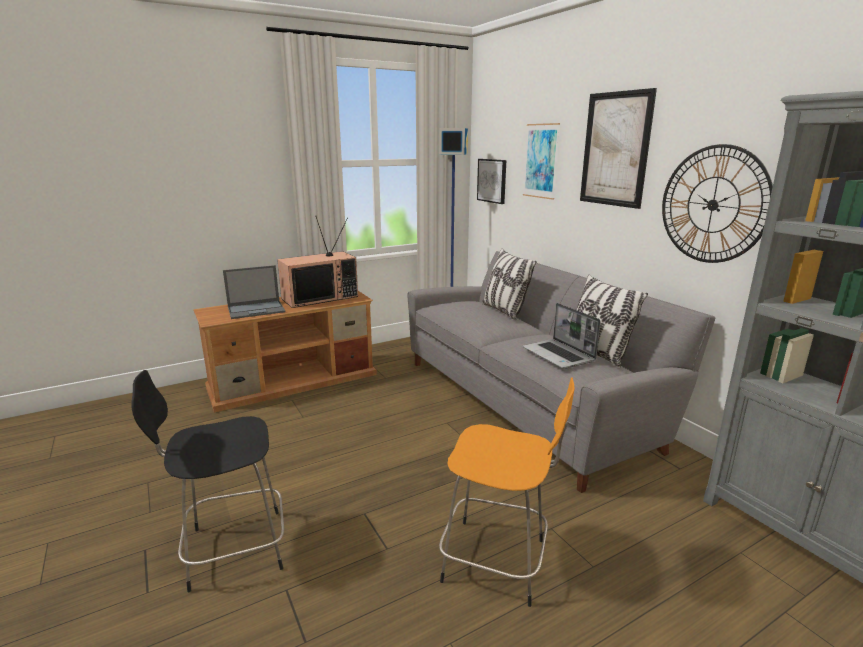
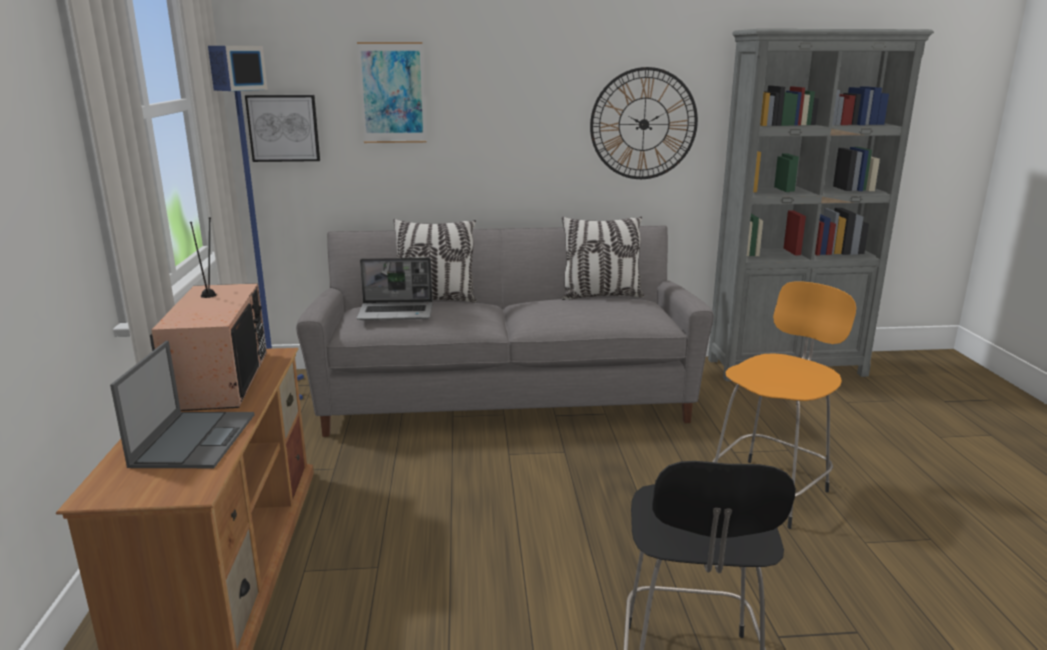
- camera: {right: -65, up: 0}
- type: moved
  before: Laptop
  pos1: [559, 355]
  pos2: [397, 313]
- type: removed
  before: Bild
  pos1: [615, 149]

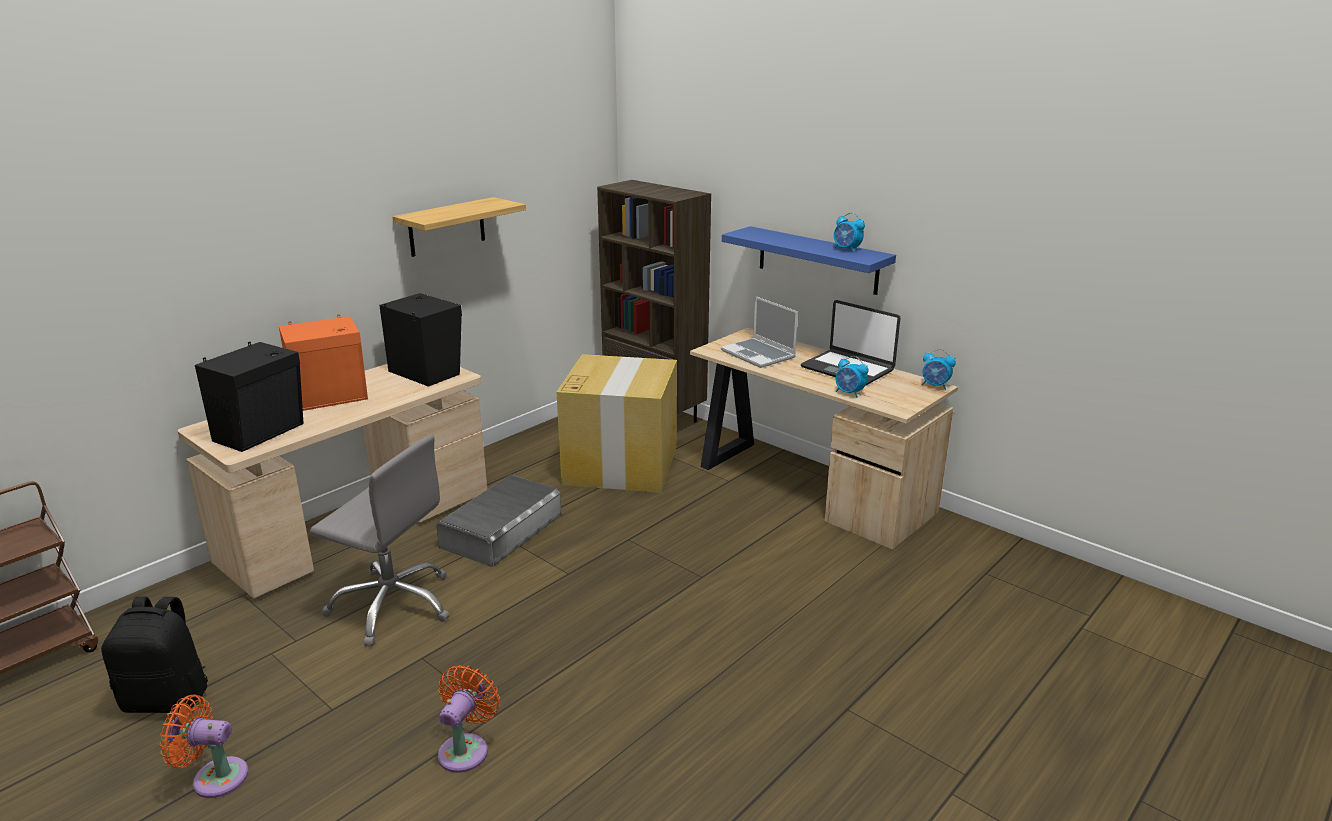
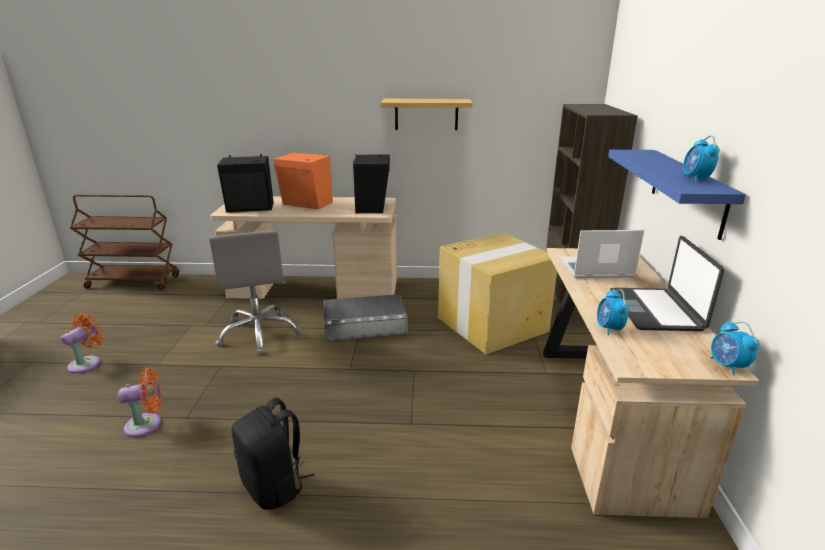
- camera: {right: 50, up: 0}
- type: moved
  before: Rucksack [schwarz]
  pos1: [168, 698]
  pos2: [274, 486]
- type: turned
  before: Ventilator [orange]
  pos1: [215, 777]
  pos2: [87, 363]
  turn: 60
- type: turned
  before: Laptop
  pos1: [759, 354]
  pos2: [595, 269]
  turn: 75

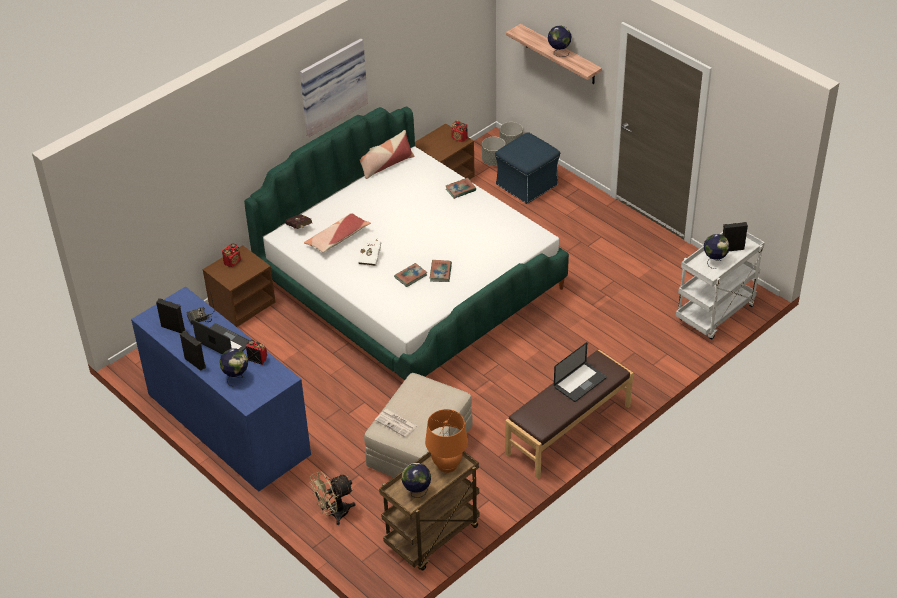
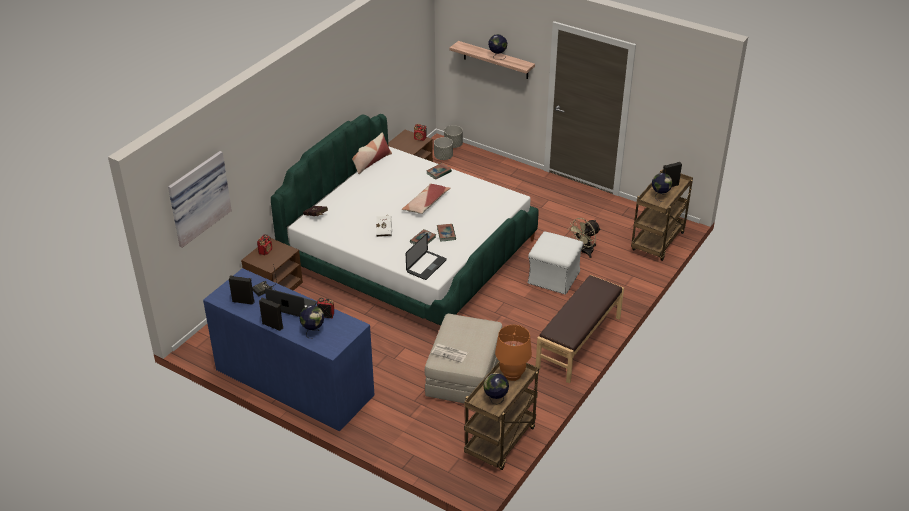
- camera: {right: -15, up: -5}
- type: moved
  before: Bild
  pos1: [331, 86]
  pos2: [197, 197]
- type: moved
  before: Kissen
  pos1: [337, 238]
  pos2: [426, 203]
- type: moved
  before: Ventilator [beige]
  pos1: [334, 513]
  pos2: [584, 252]
- type: removed
  before: Polsterhocker [blau]
  pos1: [527, 184]
- type: moved
  before: Laptop
  pos1: [580, 382]
  pos2: [426, 266]
- type: recoloured
  before: Rollwagen [weiß]
  after: Rollwagen [braun]
  pos1: [715, 315]
  pos2: [658, 243]
- type: added
  after: Polsterhocker [weiß]
  pos2: [554, 278]

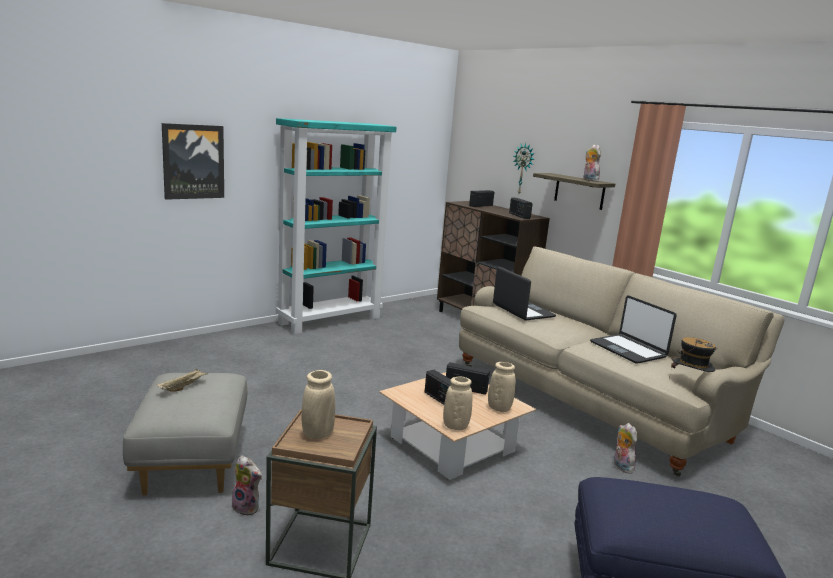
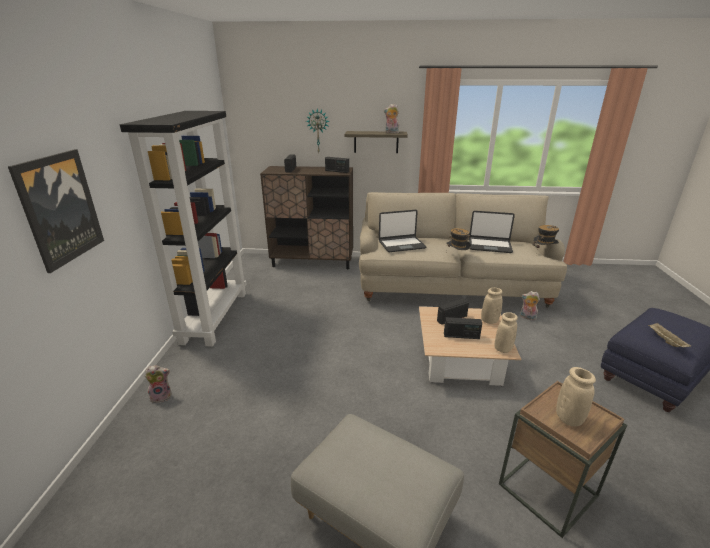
- camera: {right: -45, up: 10}
- type: moved
  before: Tablett [beige]
  pos1: [183, 387]
  pos2: [665, 340]
- type: moved
  before: Plüschtier
  pos1: [247, 507]
  pos2: [162, 396]
- type: recoloured
  before: Bücherregal [türkis]
  after: Bücherregal [schwarz]
  pos1: [330, 320]
  pos2: [214, 316]
- type: turned
  before: Laptop
  pos1: [522, 311]
  pos2: [401, 245]
  turn: 150
- type: added
  after: Hut
  pos2: [456, 256]

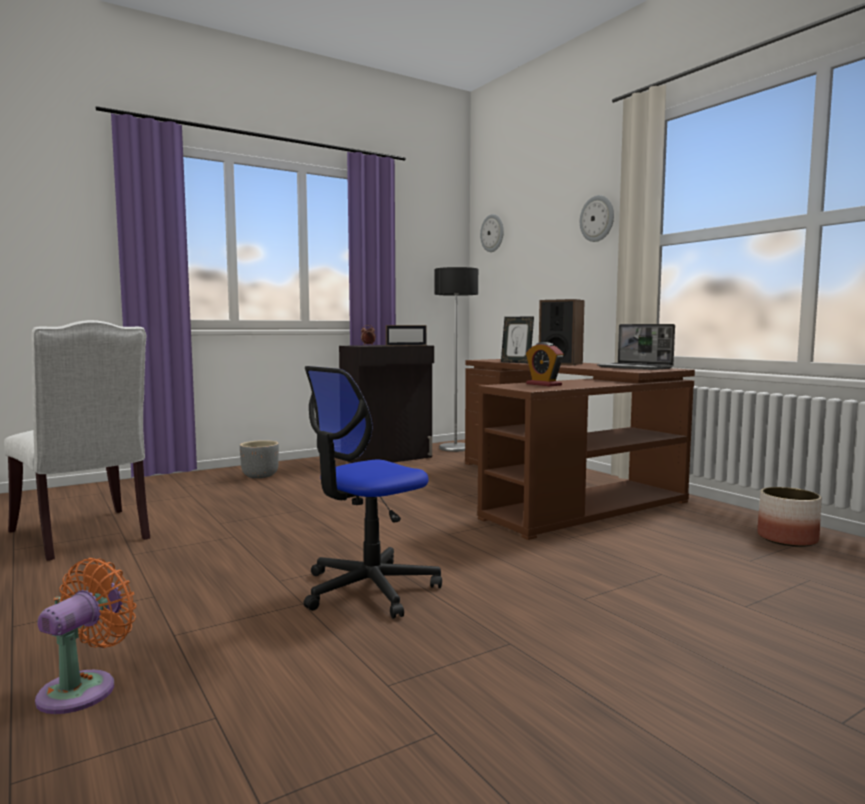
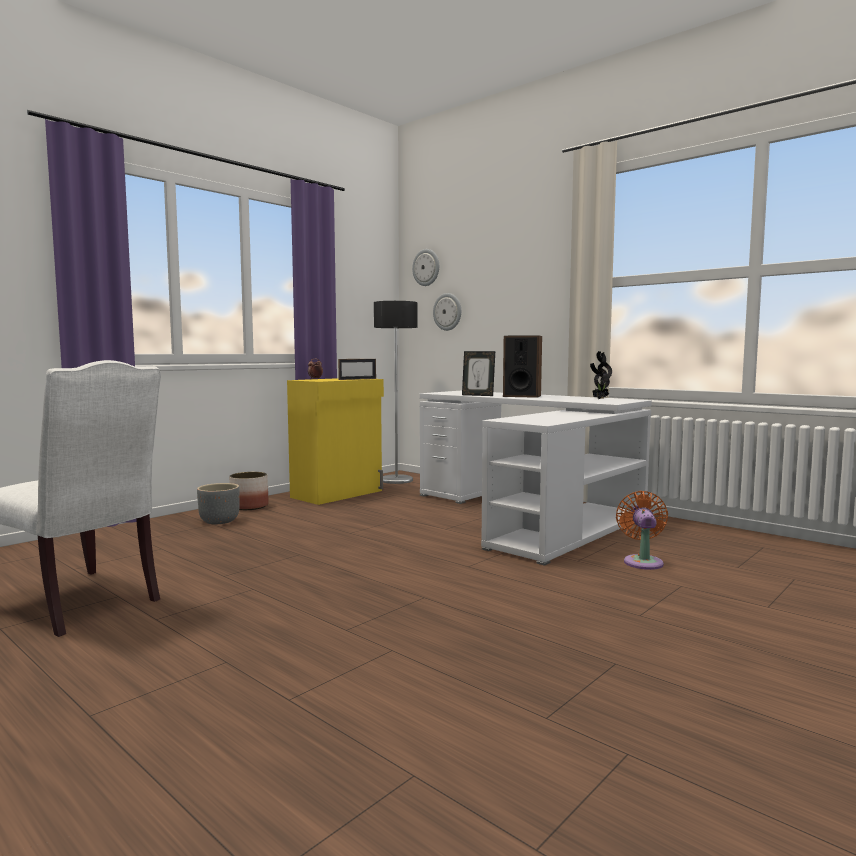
- camera: {right: -15, up: 0}
- type: moved
  before: Ventilator [orange]
  pos1: [83, 688]
  pos2: [642, 561]
- type: removed
  before: Bürostuhl
  pos1: [369, 589]
- type: recoloured
  before: Schrank [schwarz]
  after: Schrank [gelb]
  pos1: [388, 458]
  pos2: [338, 494]
- type: recoloured
  before: Schreibtisch [braun]
  after: Schreibtisch [weiß]
  pos1: [561, 490]
  pos2: [531, 515]
- type: removed
  before: Wecker
  pos1: [543, 384]
- type: moved
  before: Wanduhr
  pos1: [597, 218]
  pos2: [447, 312]
- type: replaced
  before: Laptop
  after: Topfpflanze
  pos1: [635, 368]
  pos2: [600, 399]
- type: moved
  before: Pflanzkübel
  pos1: [787, 539]
  pos2: [249, 506]

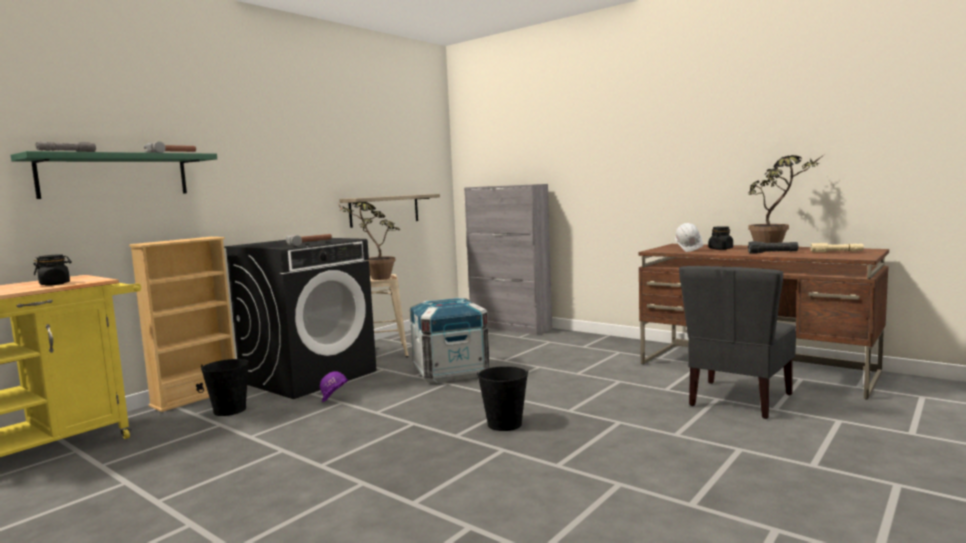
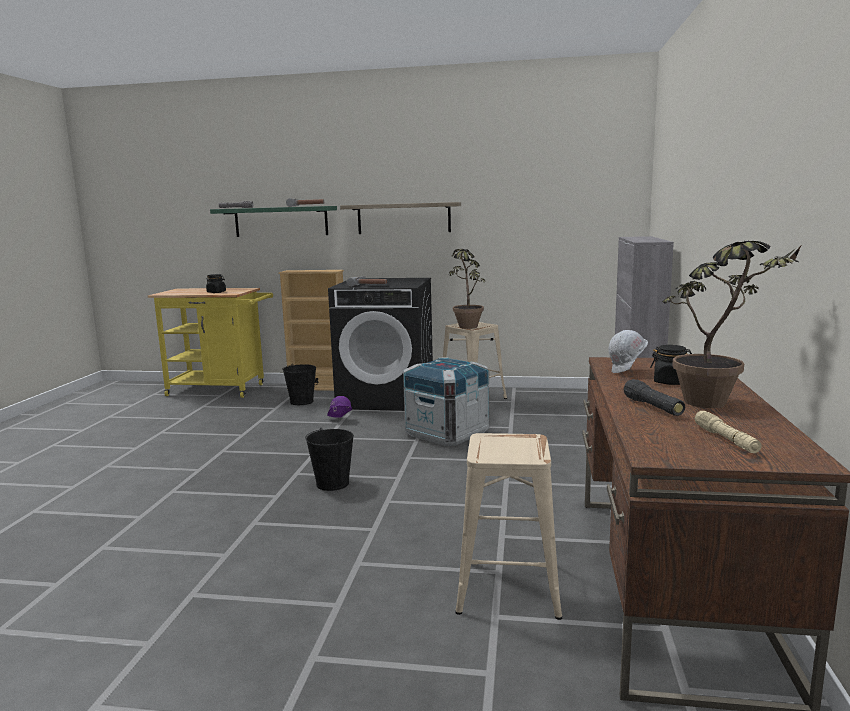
- camera: {right: 60, up: 5}
- type: moved
  before: Wandregal
  pos1: [384, 210]
  pos2: [403, 218]
- type: replaced
  before: Stuhl [grau]
  after: Hocker [beige]
  pos1: [738, 400]
  pos2: [506, 586]

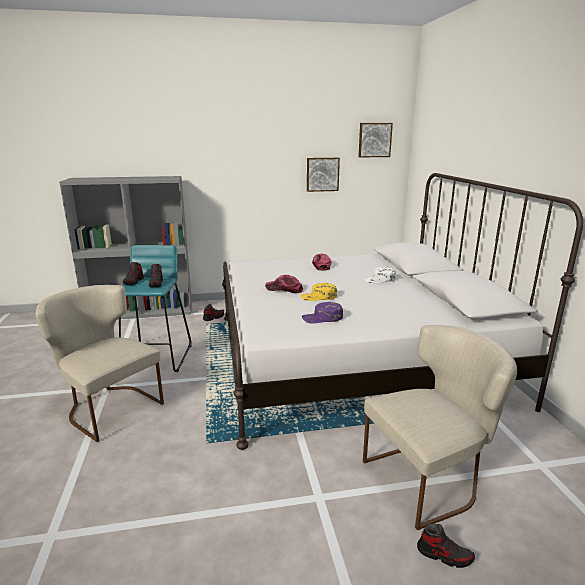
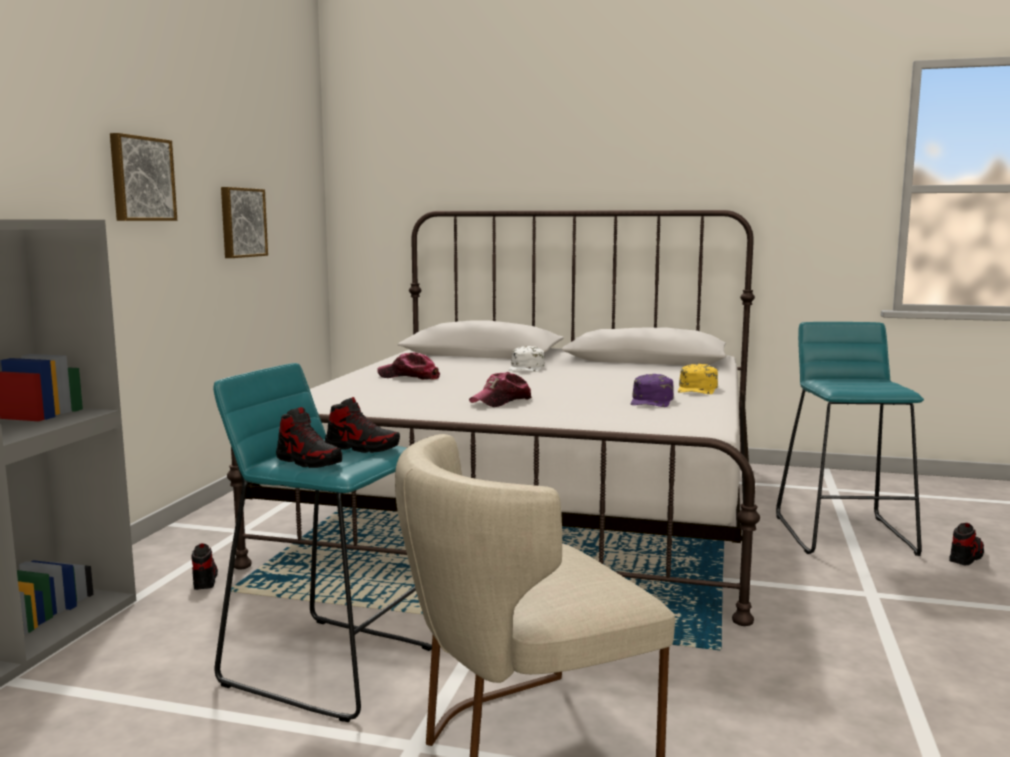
- camera: {right: -65, up: -10}
- type: moved
  before: Kappe [gelb]
  pos1: [318, 297]
  pos2: [697, 389]
- type: moved
  before: Bild
  pos1: [374, 140]
  pos2: [141, 179]
- type: replaced
  before: Stuhl [beige]
  after: Hocker [türkis]
  pos1: [429, 478]
  pos2: [845, 534]

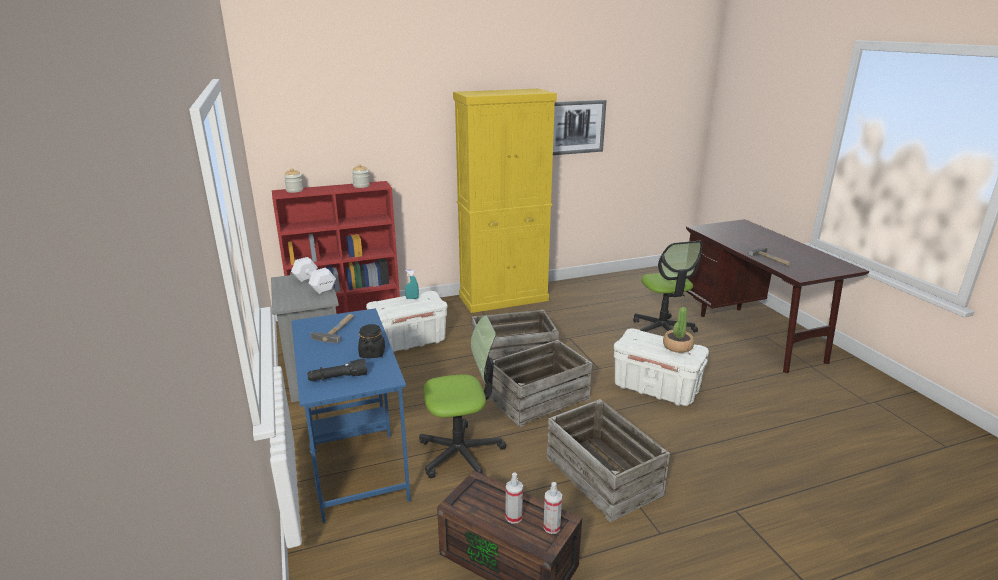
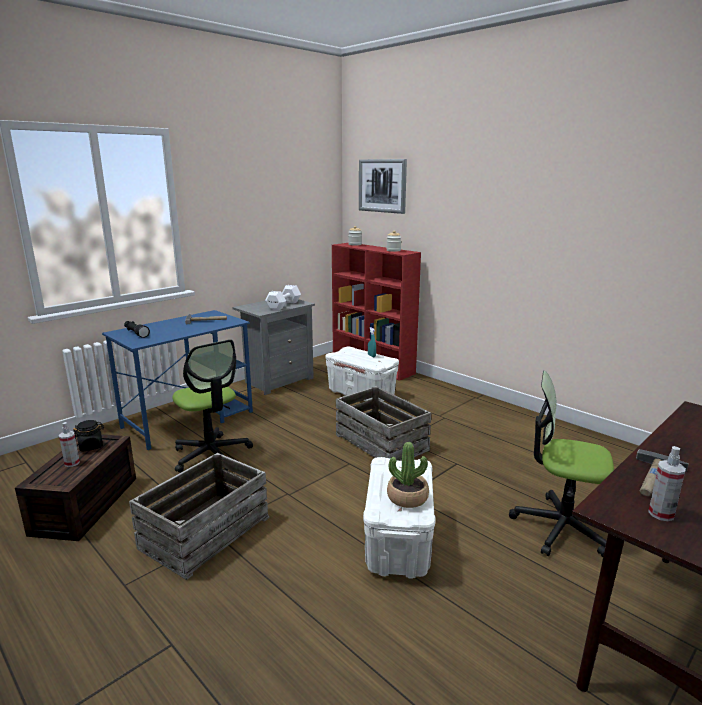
- camera: {right: 65, up: -5}
- type: moved
  before: Vorratsglas [schwarz]
  pos1: [372, 353]
  pos2: [91, 446]
- type: removed
  before: Schrank [gelb]
  pos1: [504, 298]
- type: removed
  before: Kiste
  pos1: [538, 398]
- type: moved
  before: Sprühflasche
  pos1: [551, 527]
  pos2: [661, 514]
- type: moved
  before: Bild
  pos1: [575, 127]
  pos2: [382, 185]
- type: turned
  before: Bürostuhl
  pos1: [662, 331]
  pos2: [560, 527]
  turn: 60

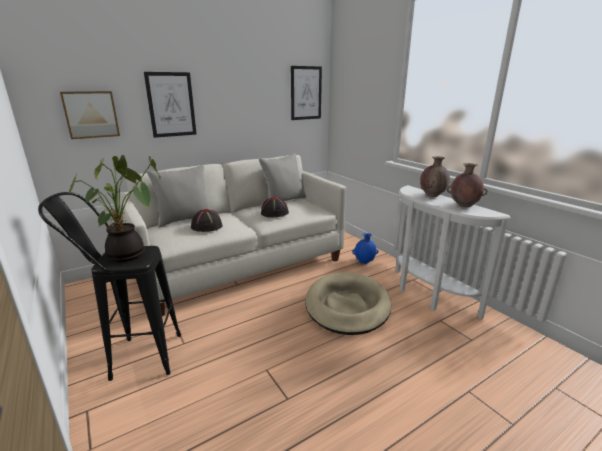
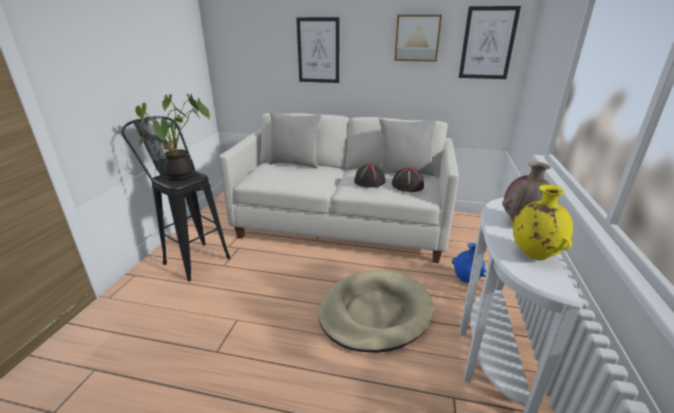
- camera: {right: 45, up: 5}
- type: moved
  before: Bild
  pos1: [91, 114]
  pos2: [417, 38]
- type: moved
  before: Hut [schwarz]
  pos1: [206, 226]
  pos2: [407, 185]
- type: recoloured
  before: Vase [braun]
  after: Vase [gelb]
  pos1: [463, 206]
  pos2: [533, 254]

